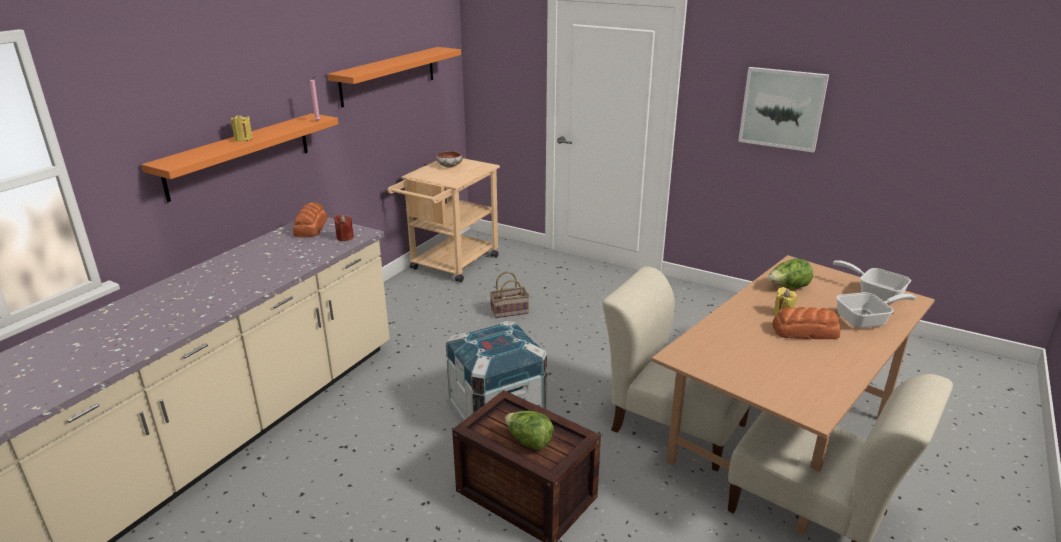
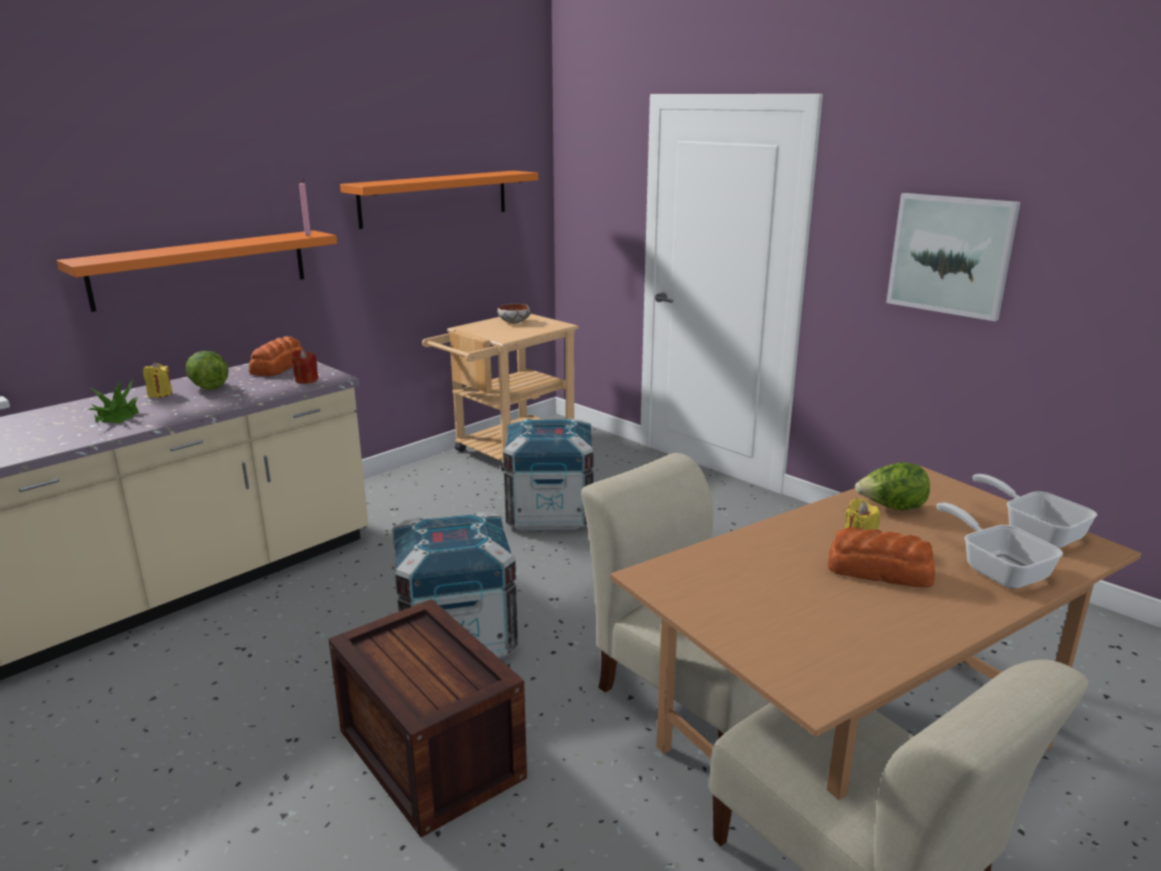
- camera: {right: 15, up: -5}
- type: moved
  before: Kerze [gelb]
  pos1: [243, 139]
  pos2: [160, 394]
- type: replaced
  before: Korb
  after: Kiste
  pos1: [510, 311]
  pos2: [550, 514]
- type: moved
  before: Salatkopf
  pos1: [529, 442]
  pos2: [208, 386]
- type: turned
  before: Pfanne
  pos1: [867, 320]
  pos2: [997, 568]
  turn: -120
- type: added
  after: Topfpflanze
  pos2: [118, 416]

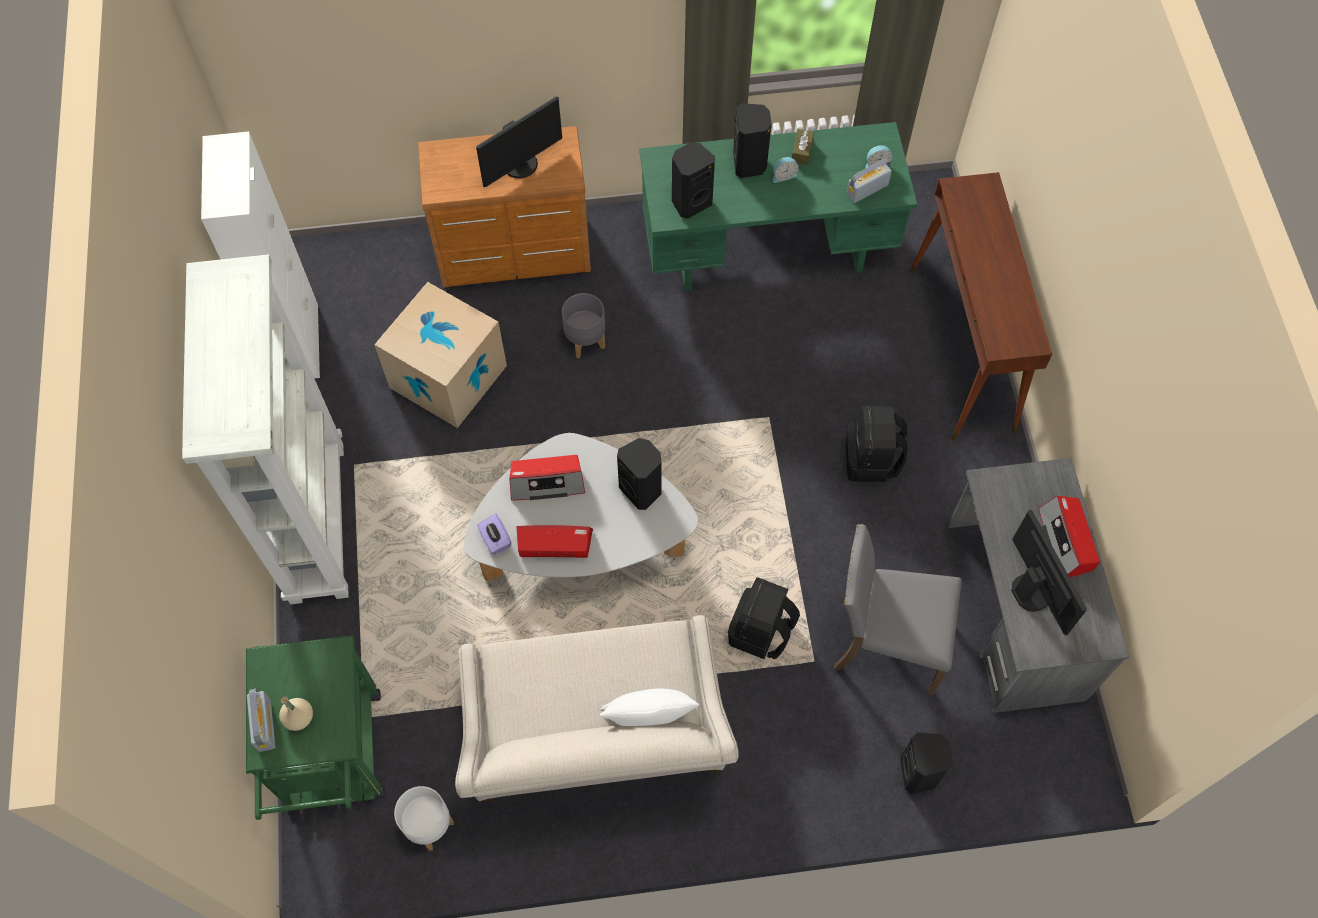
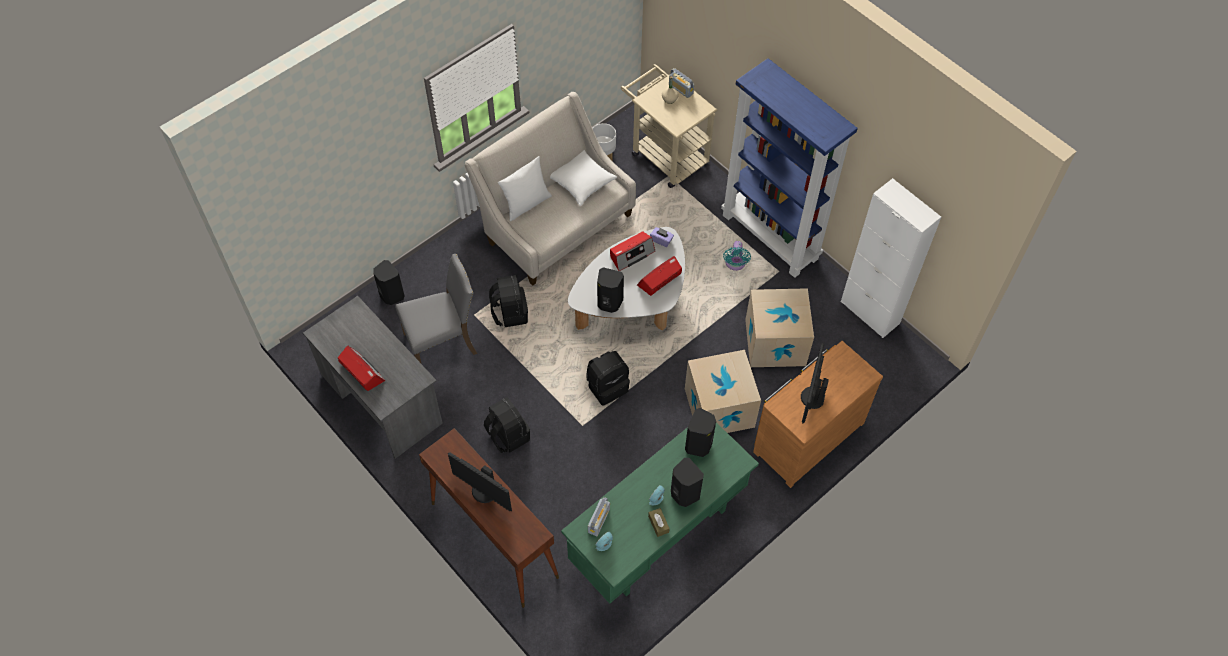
- camera: {right: 145, up: -5}
- type: recoloured
  before: Bücherregal [weiß]
  after: Bücherregal [blau]
  pos1: [315, 520]
  pos2: [771, 237]
- type: recoloured
  before: Rollwagen [grün]
  after: Rollwagen [beige]
  pos1: [335, 762]
  pos2: [665, 154]
- type: replaced
  before: Pflanzkübel [grau]
  after: Karton
  pos1: [586, 341]
  pos2: [719, 408]
- type: moved
  before: Monitor
  pos1: [1033, 591]
  pos2: [484, 492]
- type: added
  after: Kissen [weiß]
  pos2: [581, 182]
- type: added
  after: Rucksack [schwarz]
  pos2: [607, 386]
- type: added
  after: Ventilator [türkis]
  pos2: [735, 264]

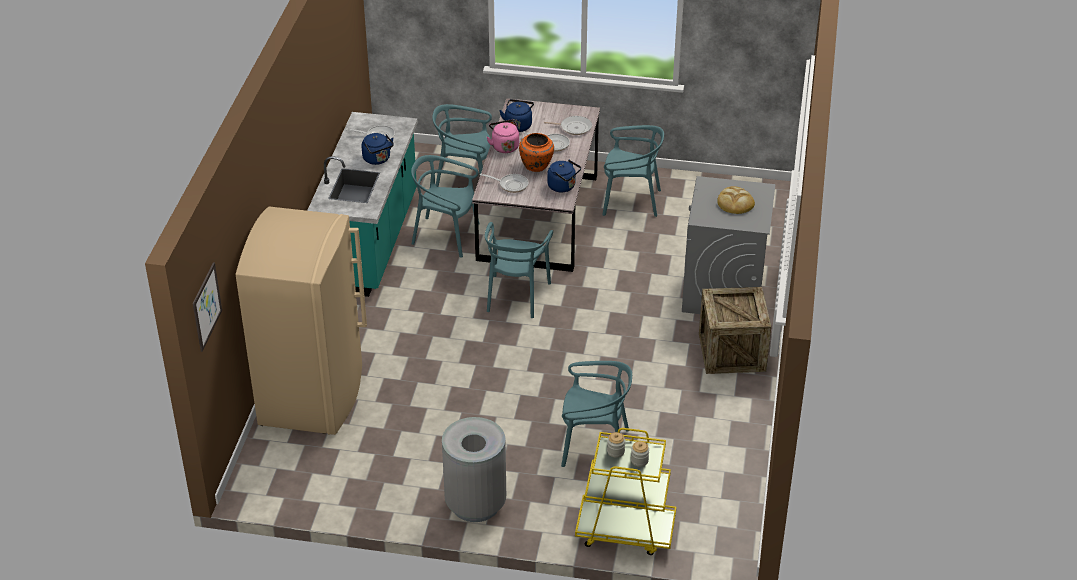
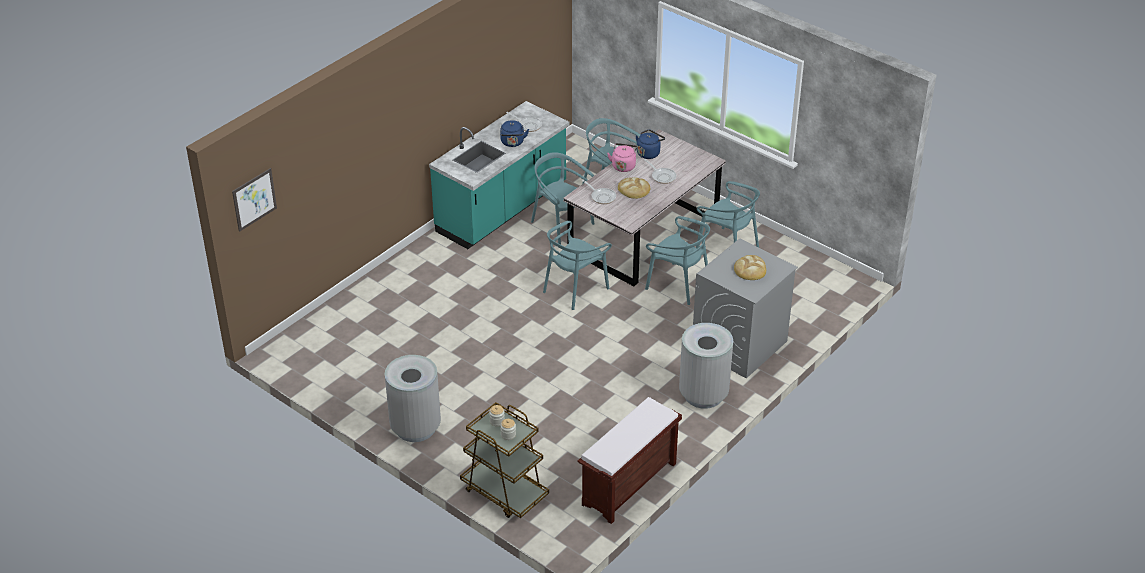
- camera: {right: 30, up: 0}
- type: removed
  before: Kühlschrank [beige]
  pos1: [313, 395]
- type: replaced
  before: Vase [orange]
  after: Brot
  pos1: [536, 166]
  pos2: [634, 189]
- type: removed
  before: Pfanne
  pos1: [574, 127]
- type: removed
  before: Wasserkessel [blau]
  pos1: [563, 187]
- type: moved
  before: Stuhl [türkis]
  pos1: [594, 445]
  pos2: [678, 285]
- type: recoloured
  before: Rollwagen [gelb]
  after: Rollwagen [braun]
  pos1: [625, 531]
  pos2: [504, 492]
- type: replaced
  before: Kiste
  after: Mülleimer [grau]
  pos1: [732, 352]
  pos2: [703, 394]
- type: added
  after: Bank [braun]
  pos2: [629, 485]

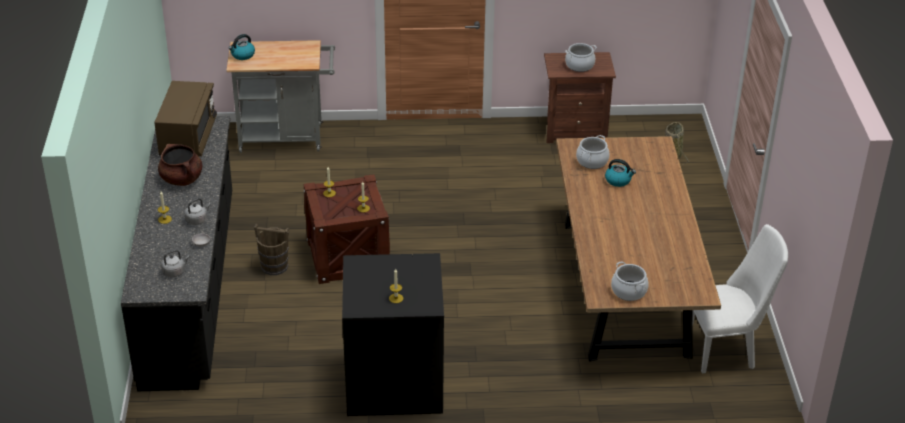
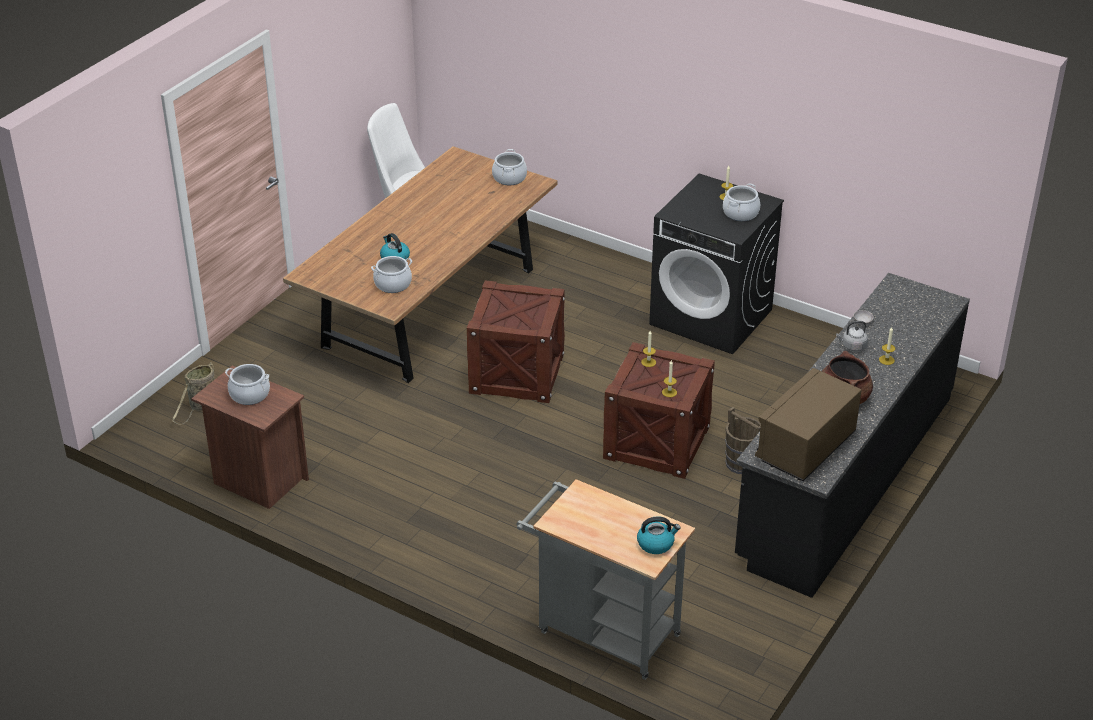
- camera: {right: -145, up: 0}
- type: removed
  before: Wasserkessel [grau]
  pos1: [175, 272]
- type: added
  after: Kiste
  pos2: [517, 373]
- type: added
  after: Kochtopf
  pos2: [741, 213]

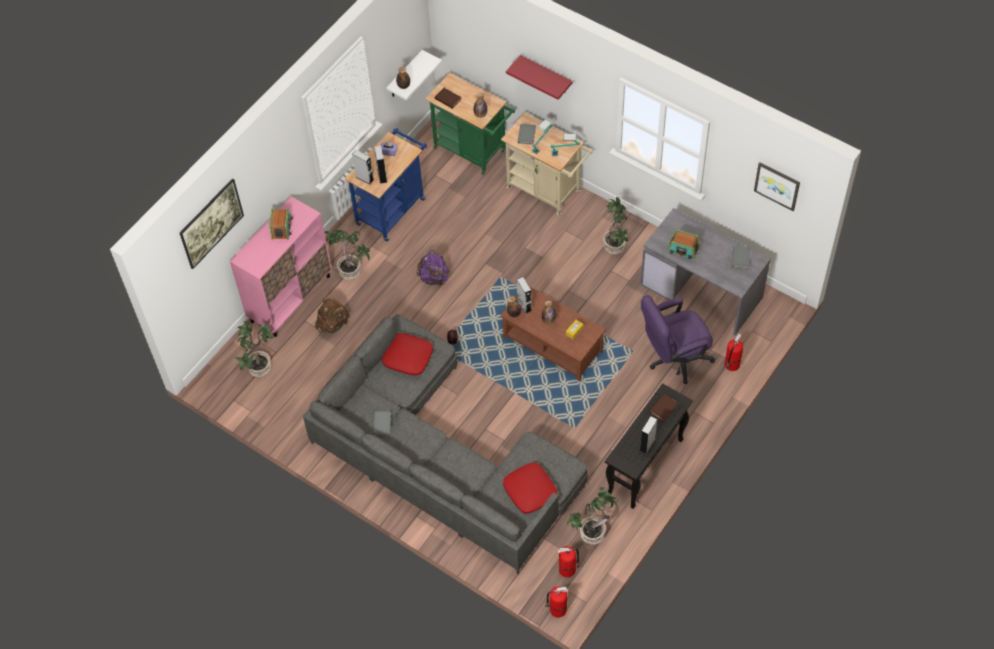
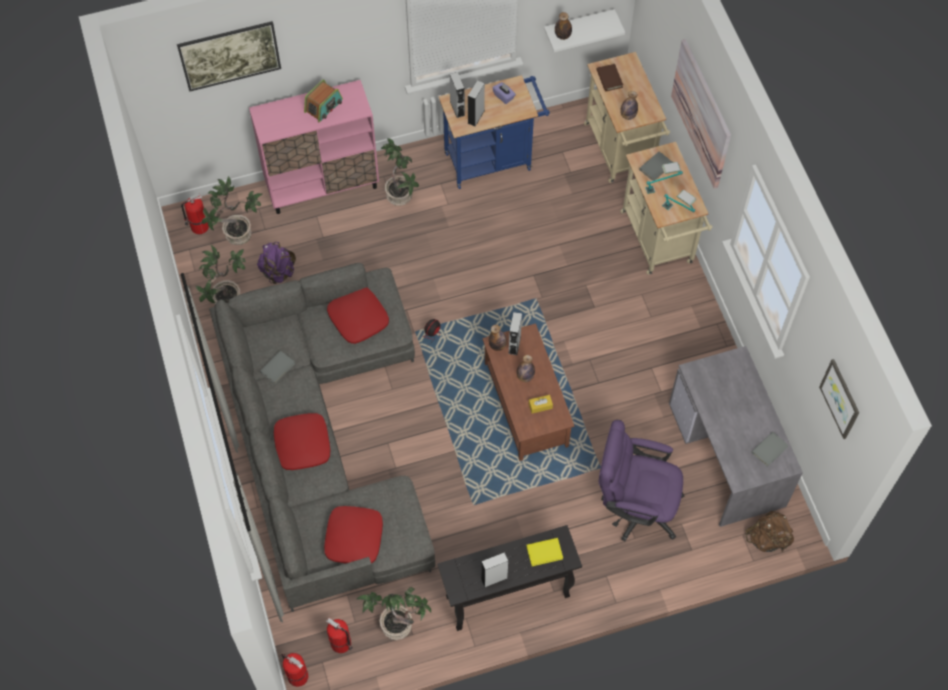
- camera: {right: 35, up: 5}
- type: moved
  before: Rucksack [braun]
  pos1: [333, 324]
  pos2: [767, 539]
- type: moved
  before: Rucksack [lila]
  pos1: [434, 278]
  pos2: [278, 272]
- type: recoloured
  before: Rollwagen [grün]
  after: Rollwagen [beige]
  pos1: [473, 151]
  pos2: [621, 152]
- type: replaced
  before: Wandregal [rot]
  after: Bild
  pos1: [546, 75]
  pos2: [702, 113]
- type: moved
  before: Topfpflanze
  pos1: [615, 246]
  pos2: [228, 301]
- type: recoloured
  before: Buch [braun]
  after: Buch [gelb]
  pos1: [663, 408]
  pos2: [544, 552]
- type: removed
  before: Radio
  pos1: [683, 249]
- type: moved
  before: Feuerlöscher
  pos1: [731, 365]
  pos2: [198, 227]
- type: added
  after: Kissen [rot]
  pos2: [302, 445]

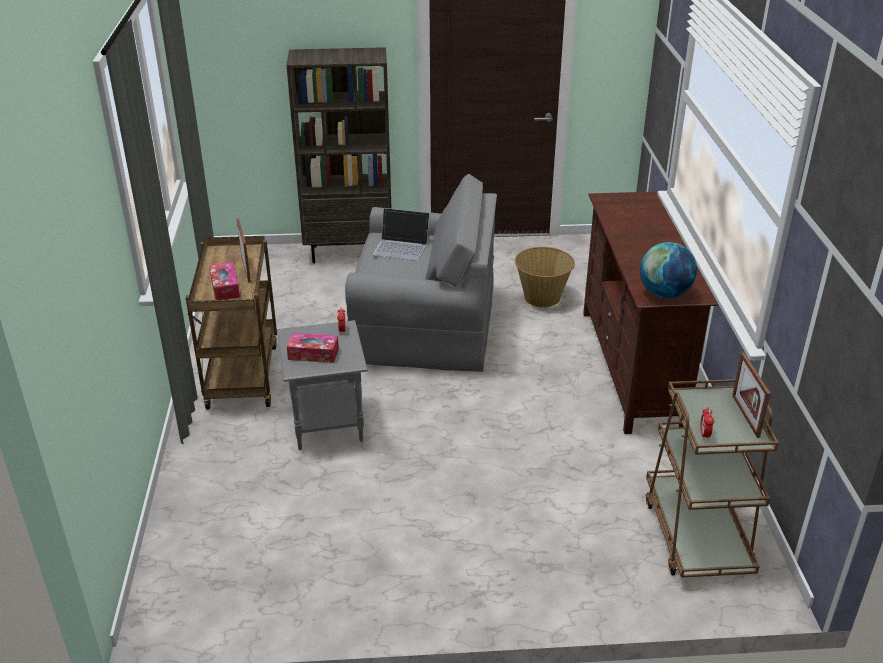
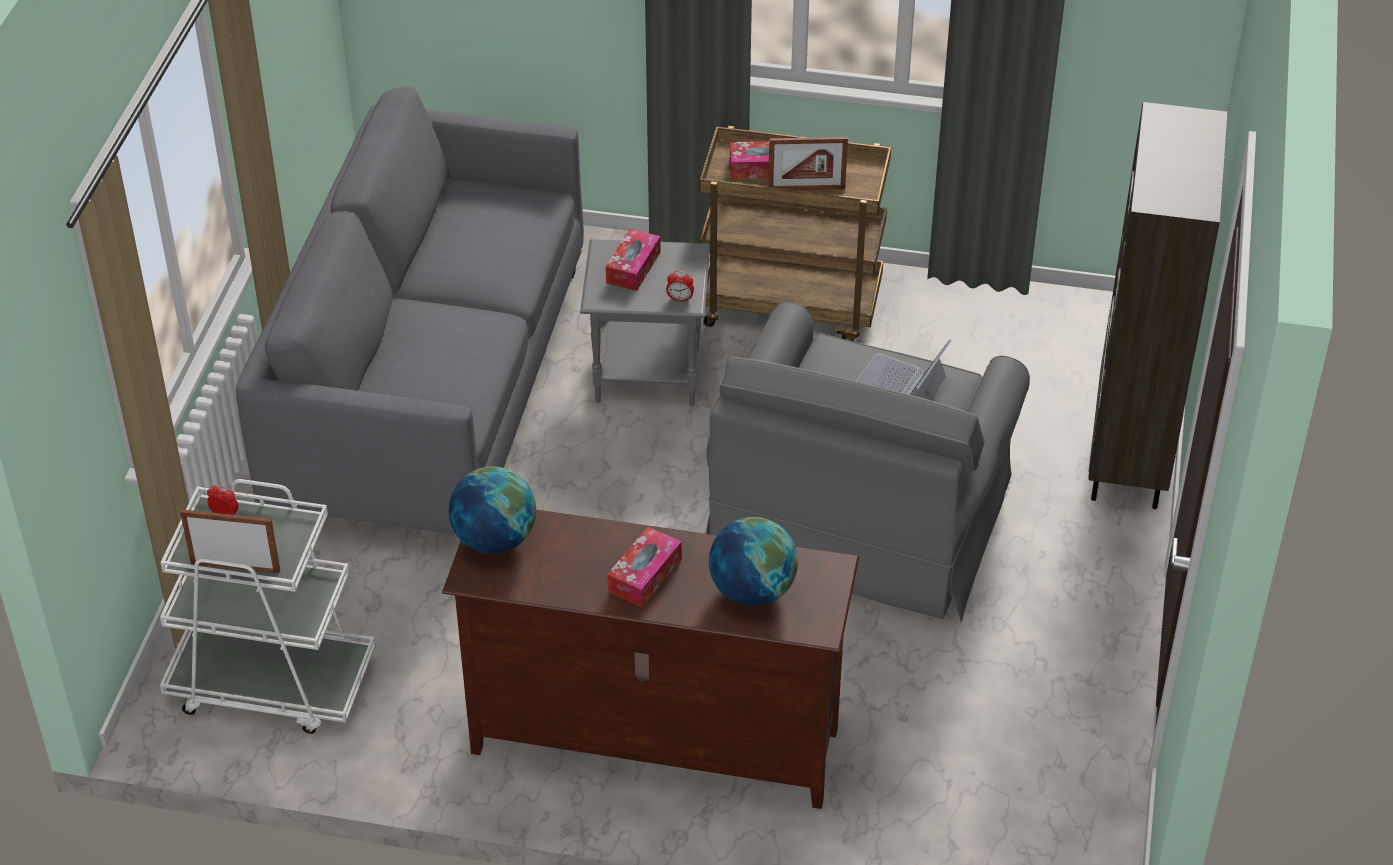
- camera: {right: 105, up: 10}
- type: removed
  before: Korb
  pos1: [542, 297]
- type: recoloured
  before: Rollwagen [braun]
  after: Rollwagen [weiß]
  pos1: [696, 534]
  pos2: [271, 683]
- type: added
  after: Sofa [grau]
  pos2: [430, 388]
- type: added
  after: Taschentuchbox
  pos2: [644, 575]
- type: added
  after: Globus
  pos2: [752, 591]

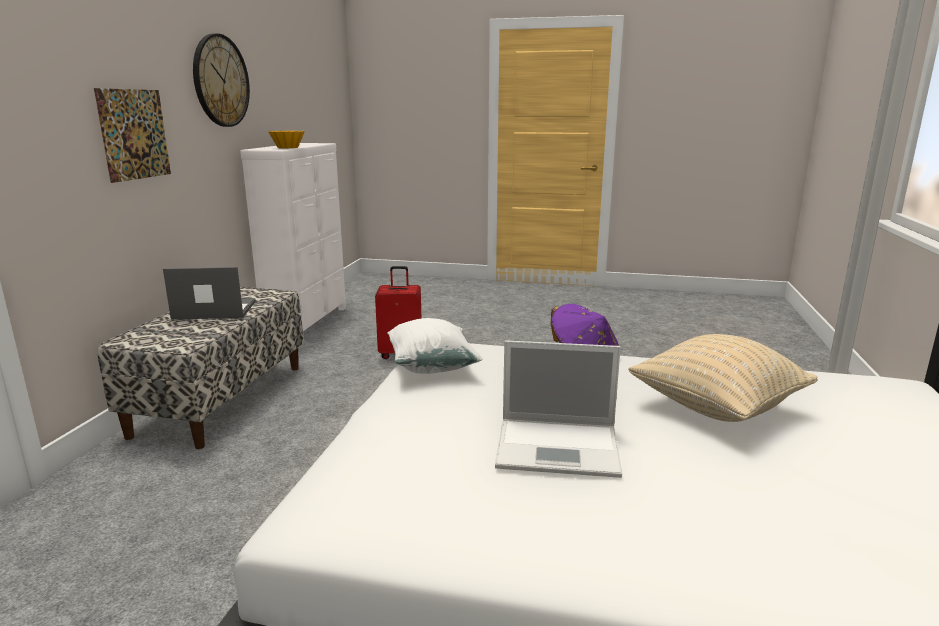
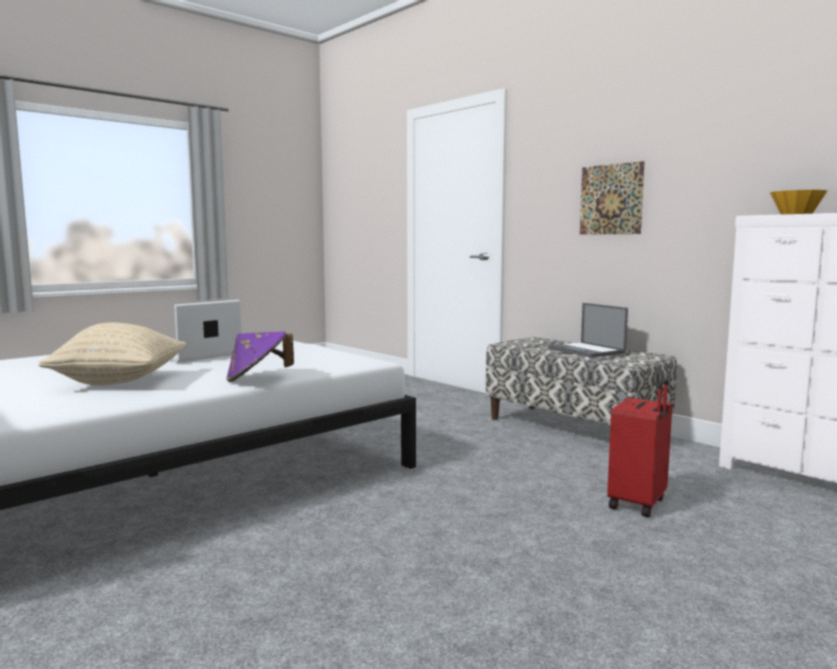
- camera: {right: 125, up: -10}
- type: turned
  before: Laptop
  pos1: [213, 310]
  pos2: [587, 350]
  turn: 120
- type: removed
  before: Wanduhr
  pos1: [220, 81]
- type: removed
  before: Kissen [weiß]
  pos1: [431, 367]

